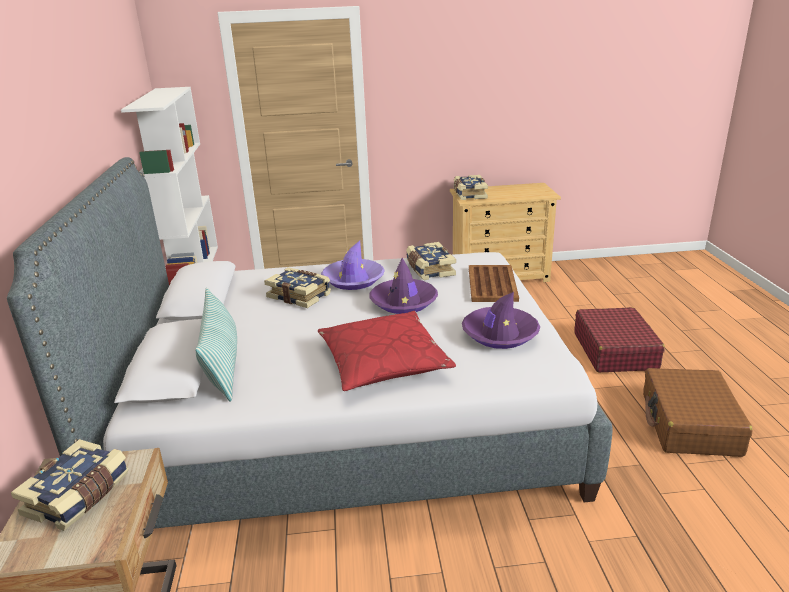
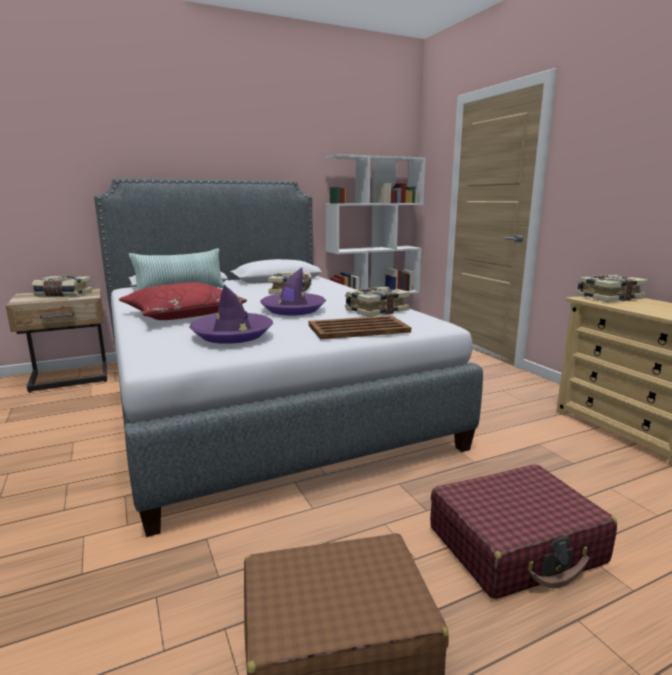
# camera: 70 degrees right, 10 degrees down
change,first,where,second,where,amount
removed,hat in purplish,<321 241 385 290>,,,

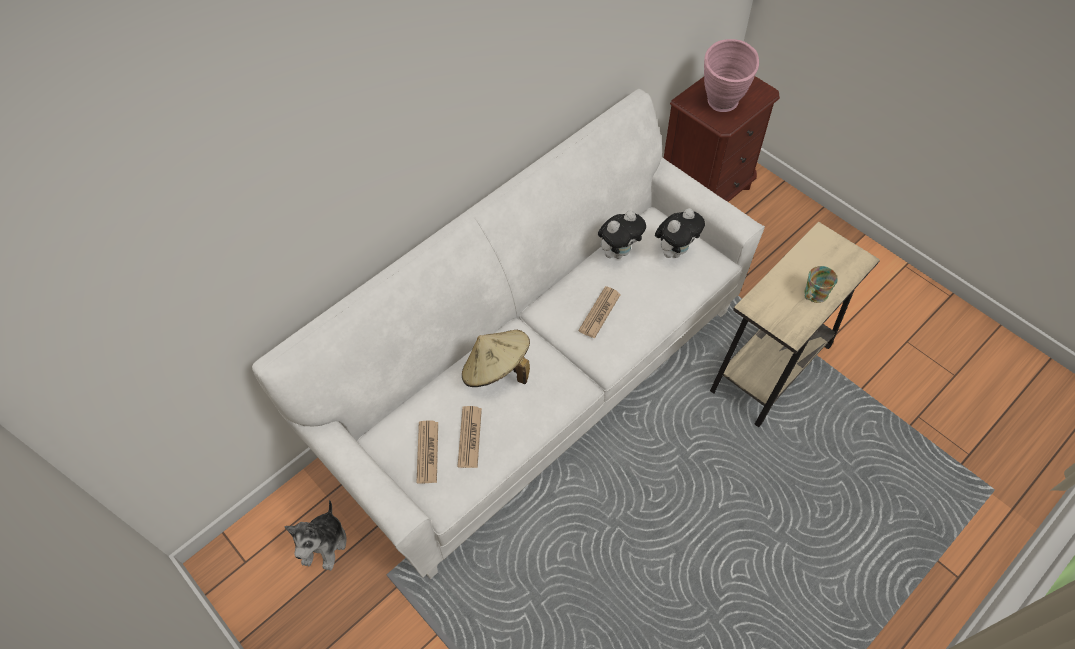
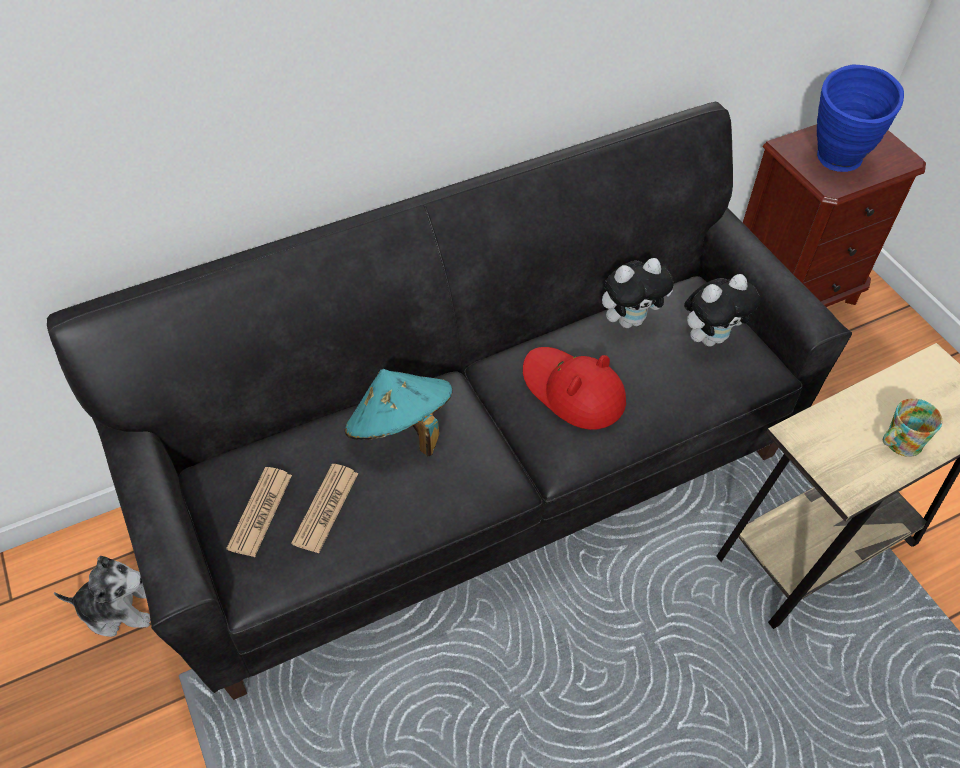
# camera: 15 degrees right, 5 degrees down
change,first,where,second,where,amount
recoloured,couch in white-coloured,<252 89 765 579>,couch in black,<47 102 852 700>,
turned,plush toy,<284 500 346 571>,,<54 556 150 637>,120 degrees counterclockwise
recoloured,hat in sand-coloured,<462 330 530 387>,hat in blue-green,<344 369 453 457>,
replaced,printed paper,<578 286 621 339>,hat in red,<523 347 626 430>,
recoloured,flower vase in pink-coloured,<704 39 759 112>,flower vase in blue-coloured,<817 64 904 172>,

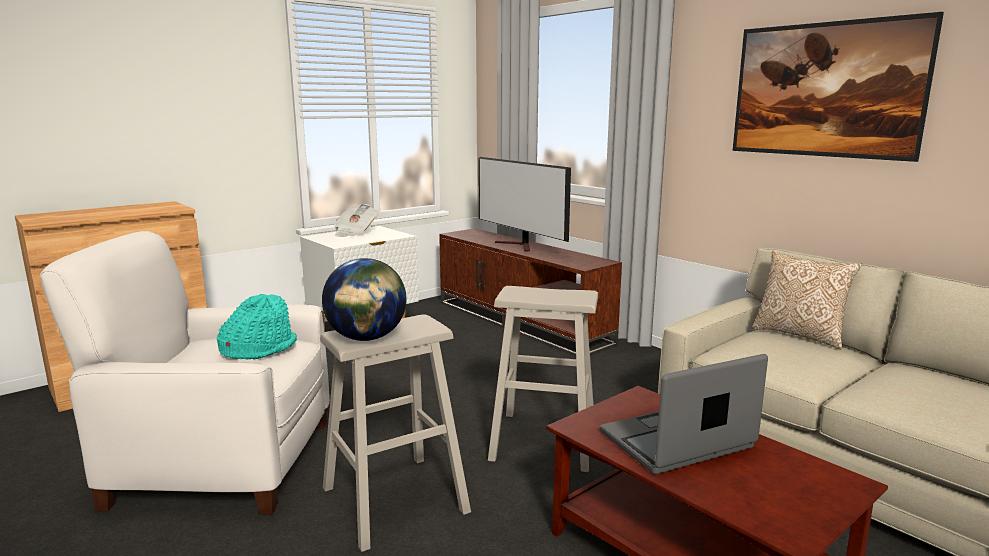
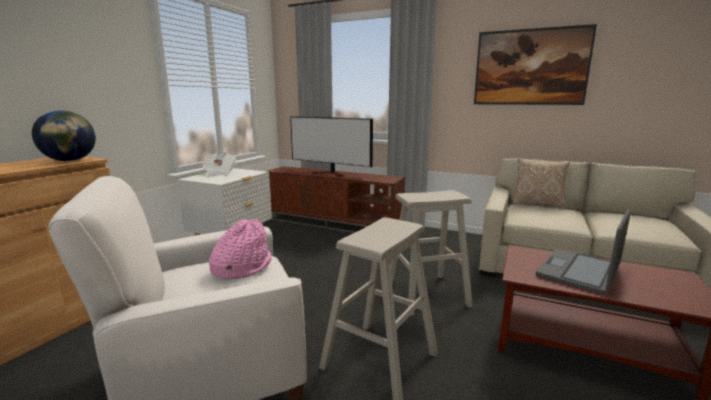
# camera: 25 degrees left, 0 degrees up
change,first,where,second,where,amount
recoloured,hat in blue-green,<217 294 297 359>,hat in pink-coloured,<209 219 272 279>,
moved,desk globe,<322 258 406 341>,,<32 110 96 161>,

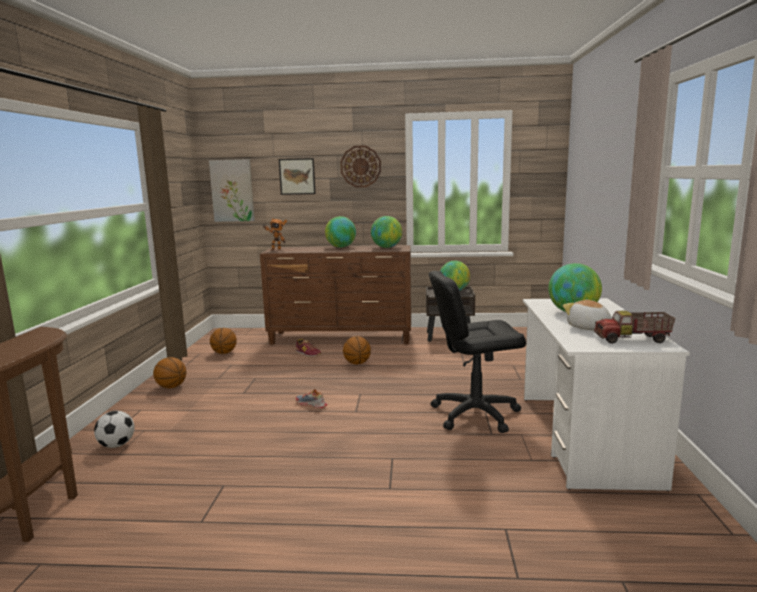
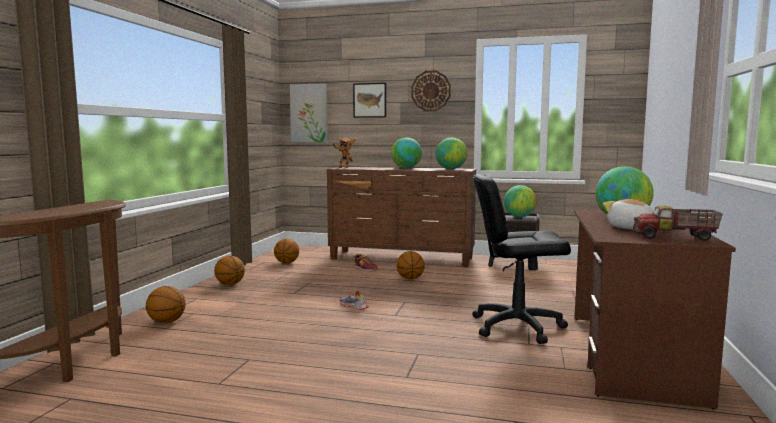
# camera: 10 degrees right, 5 degrees down
change,first,where,second,where,amount
replaced,ball for football,<94 411 135 448>,basketball,<146 286 186 323>,
recoloured,desk unit in white-coloured,<523 298 690 491>,desk unit in brown-coloured,<574 210 736 409>,

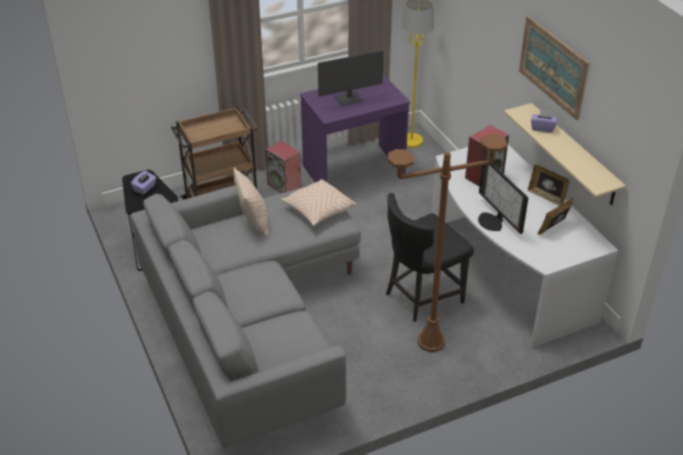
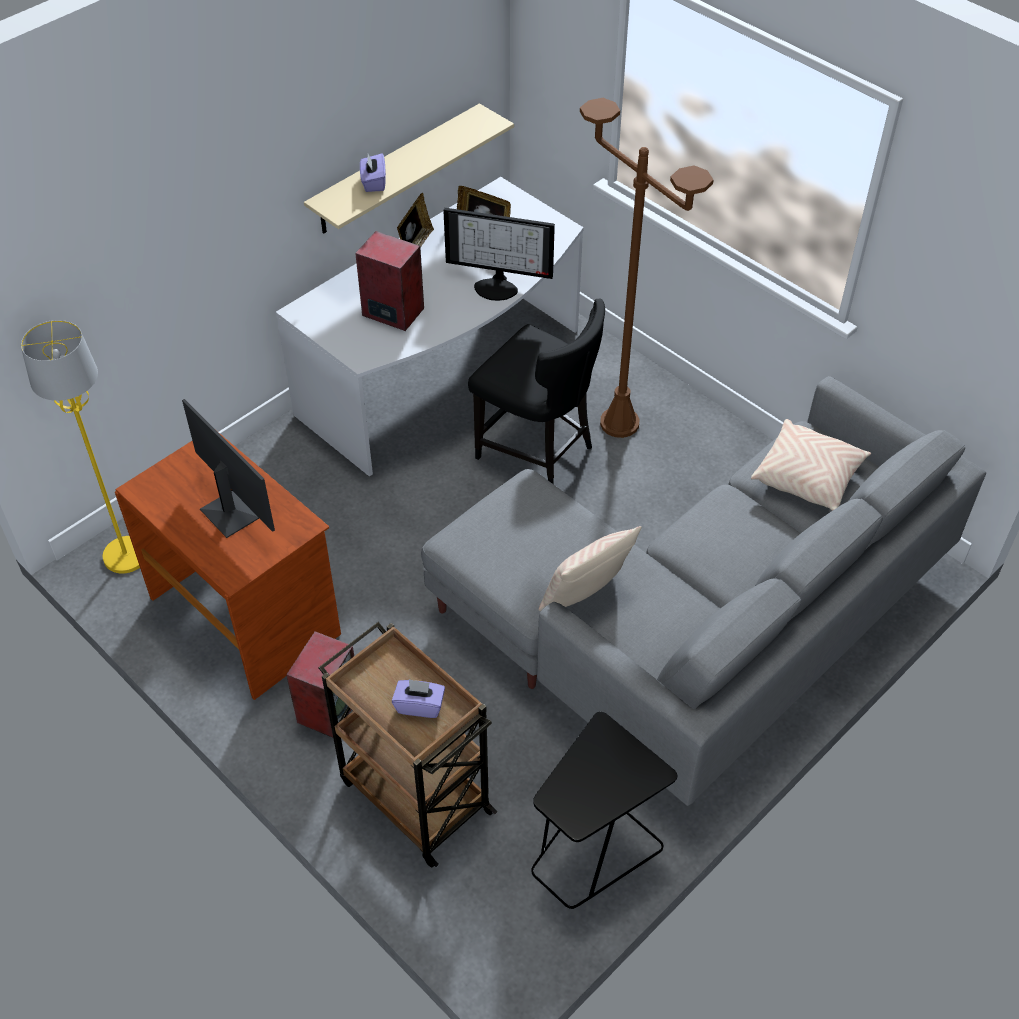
# camera: 110 degrees left, 10 degrees up
change,first,where,second,where,amount
moved,tissue box in purplish,<131 171 156 195>,,<392 679 445 718>,
moved,cushion in sand-coloured,<281 179 357 226>,,<751 419 871 511>,
recoloured,desk unit in purplish,<300 74 410 182>,desk unit in brown-coloured,<115 431 341 700>,
turned,monitor,<478 157 528 234>,,<443 208 555 301>,60 degrees clockwise
removed,wall picture,<519 16 590 120>,,,

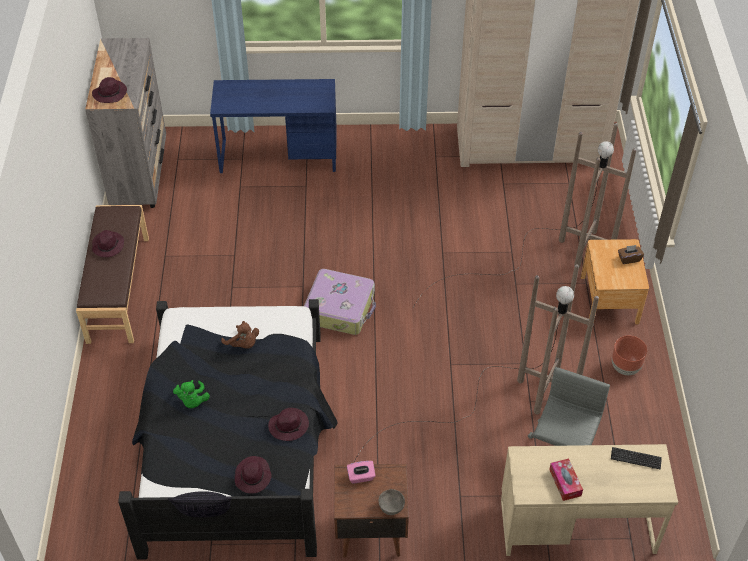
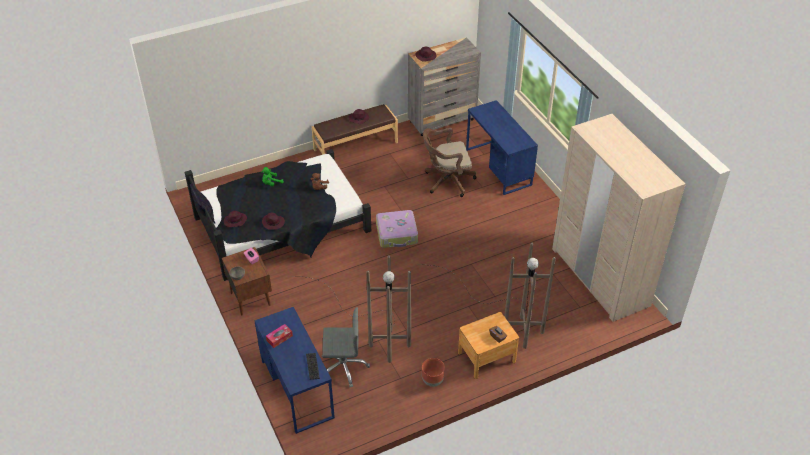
# camera: 65 degrees right, 5 degrees down
change,first,where,second,where,amount
recoloured,desk unit in sand-coloured,<501 444 678 556>,desk unit in blue-coloured,<254 307 335 434>,
added,,,computer chair in brown-coloured,<423 128 476 197>,

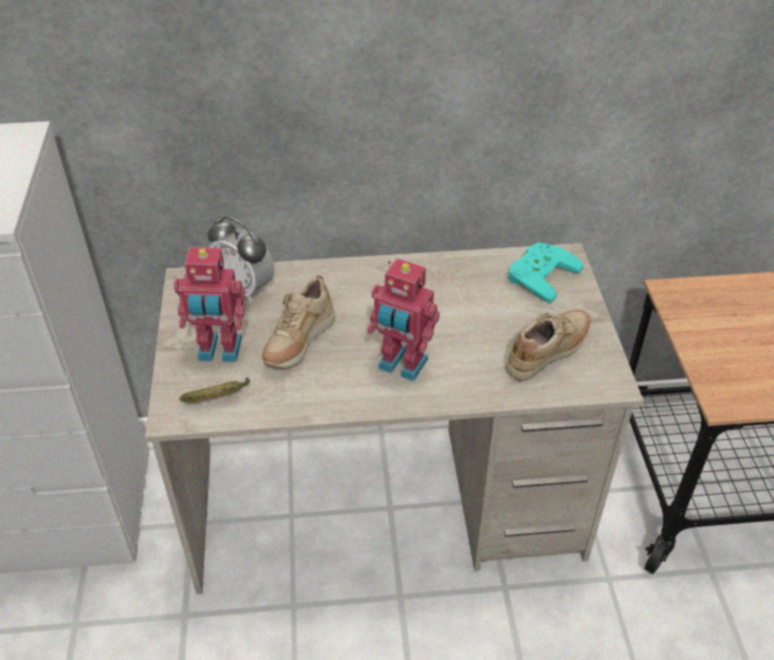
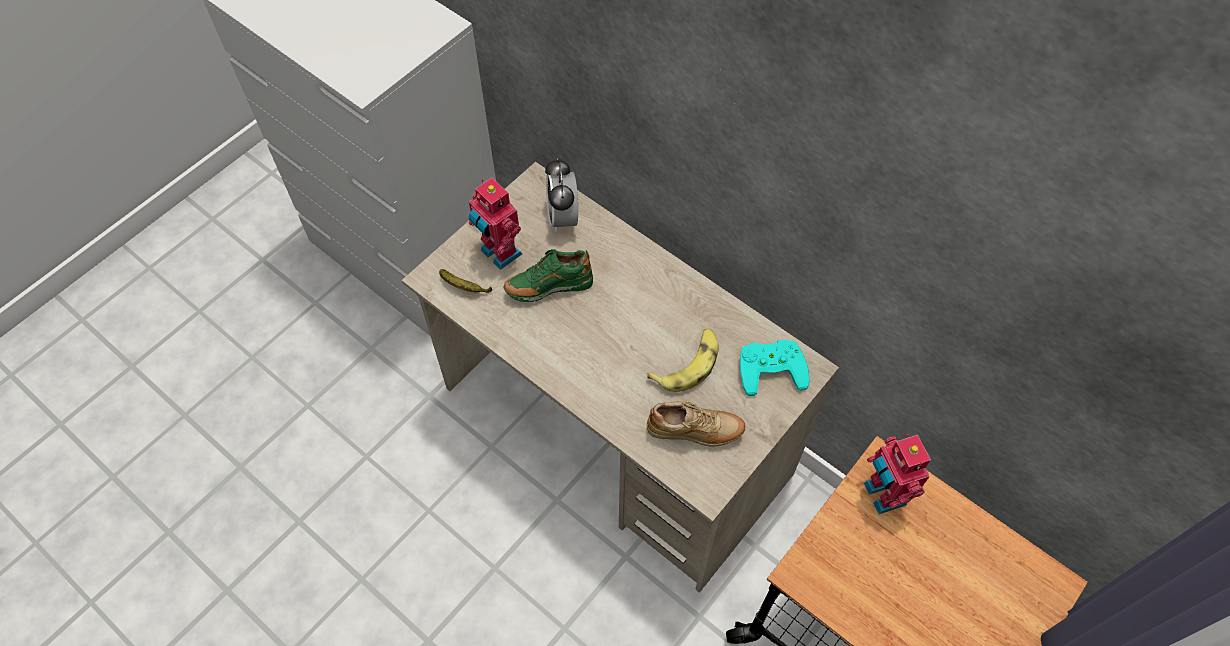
# camera: 45 degrees right, 15 degrees up
change,first,where,second,where,amount
recoloured,shoe in sand-coloured,<262 275 335 368>,shoe in green,<504 249 593 302>,
moved,toy robot,<367 258 440 381>,,<864 434 931 514>,
added,,,whole banana,<647 329 719 392>,

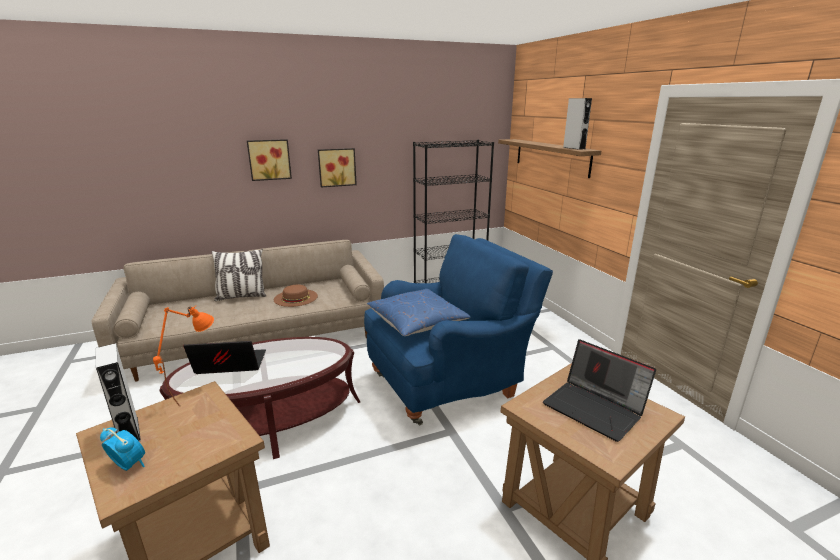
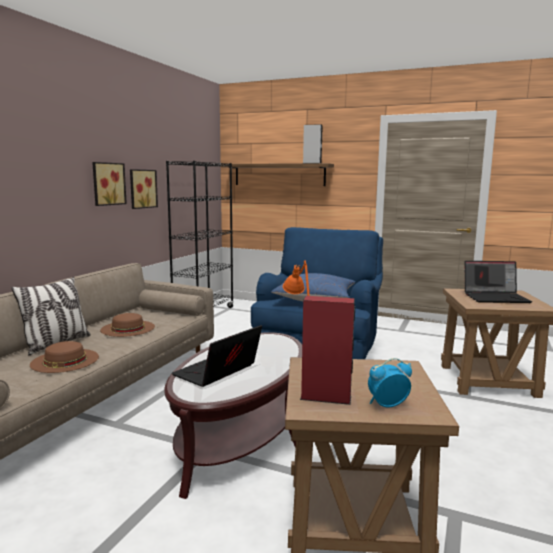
# camera: 45 degrees left, 10 degrees down
change,first,where,second,where,amount
recoloured,audio speaker in gray,<96 343 141 441>,audio speaker in red,<300 296 355 405>,
moved,wall picture,<247 139 292 181>,,<130 169 158 209>,
added,,,hat in brown-coloured,<30 341 99 373>,

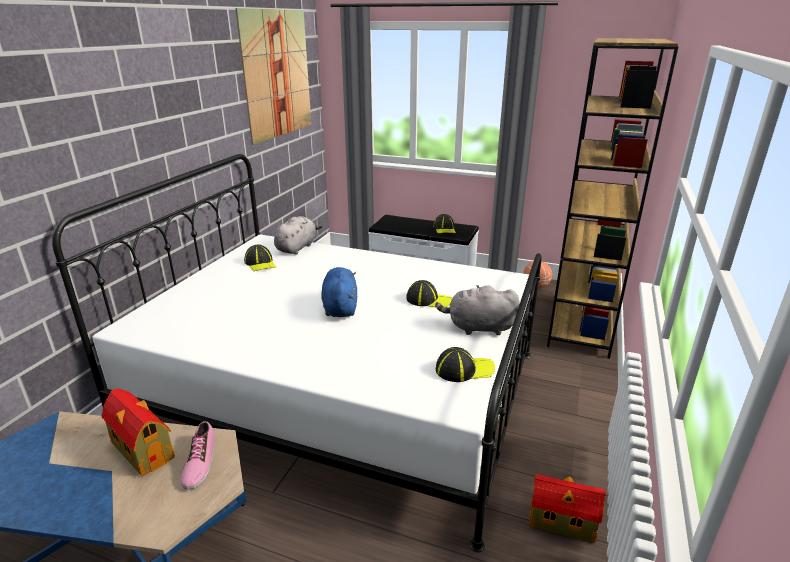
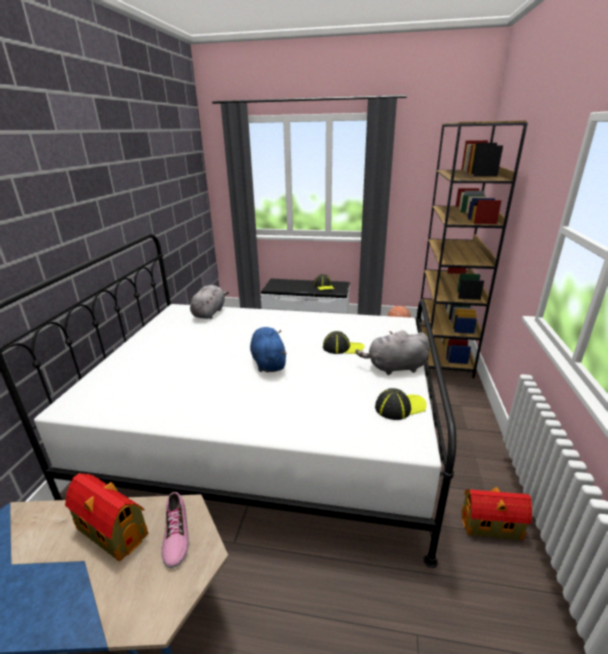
# camera: 10 degrees left, 0 degrees up
change,first,where,second,where,amount
removed,wall picture,<235 8 311 145>,,,
removed,peaked cap,<244 245 276 271>,,,

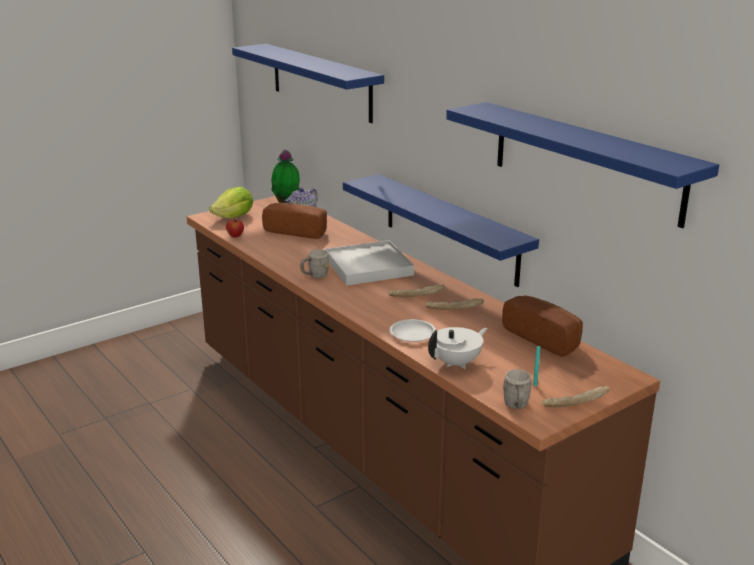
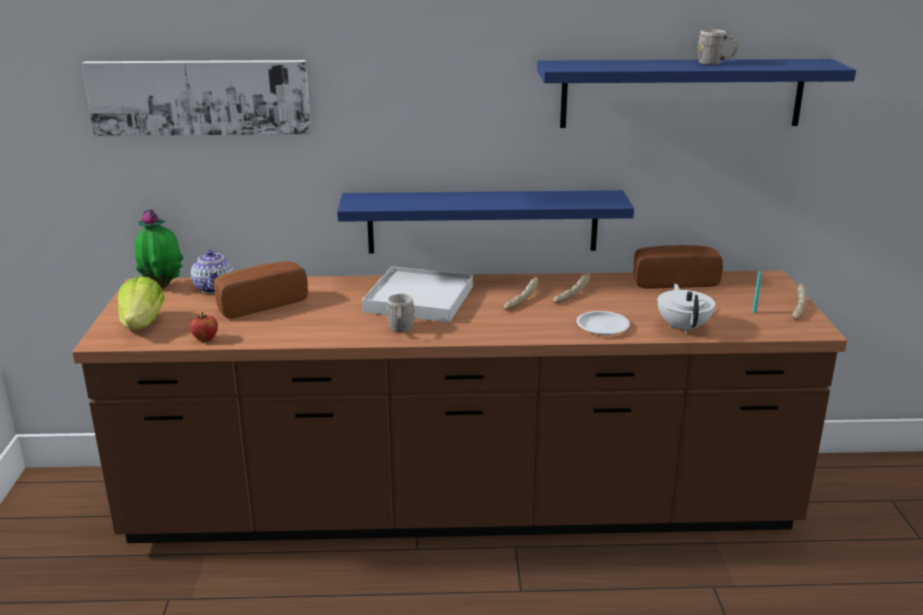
# camera: 55 degrees left, 0 degrees up
change,first,where,second,where,amount
replaced,shelf in blue-coloured,<232 44 384 123>,wall picture,<82 60 311 136>,
moved,tea mug in gray,<503 369 531 409>,,<698 29 738 65>,

